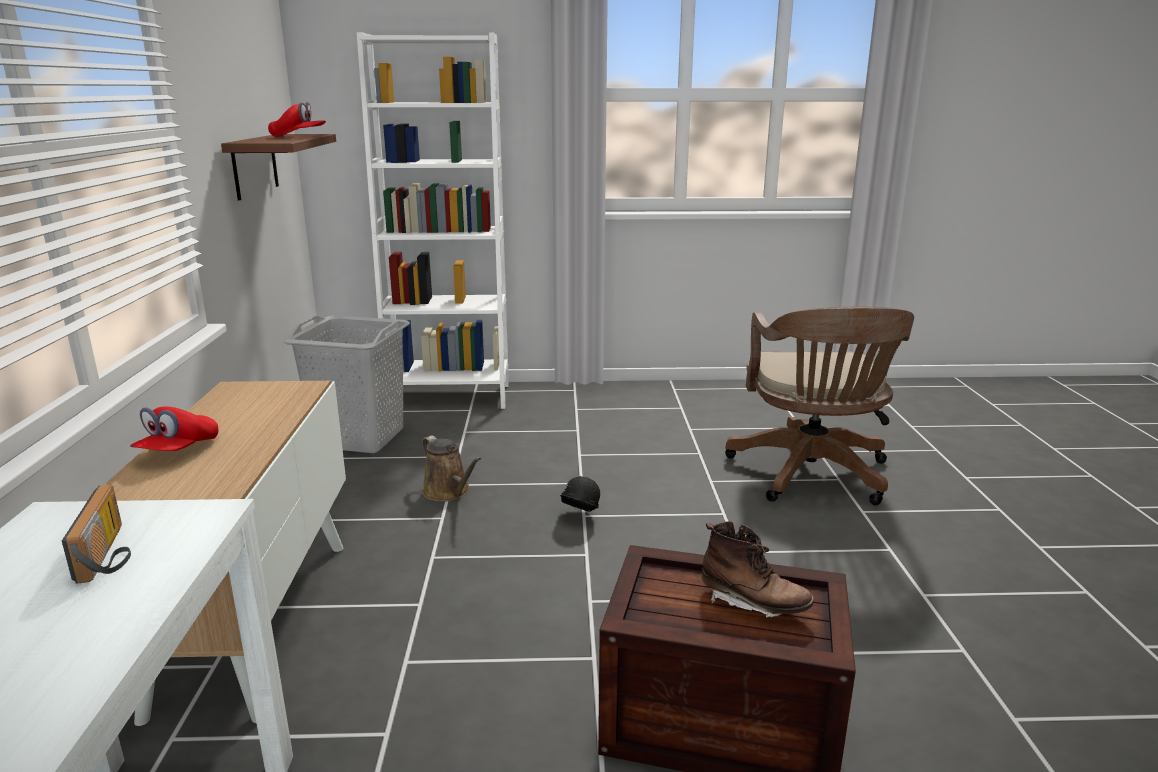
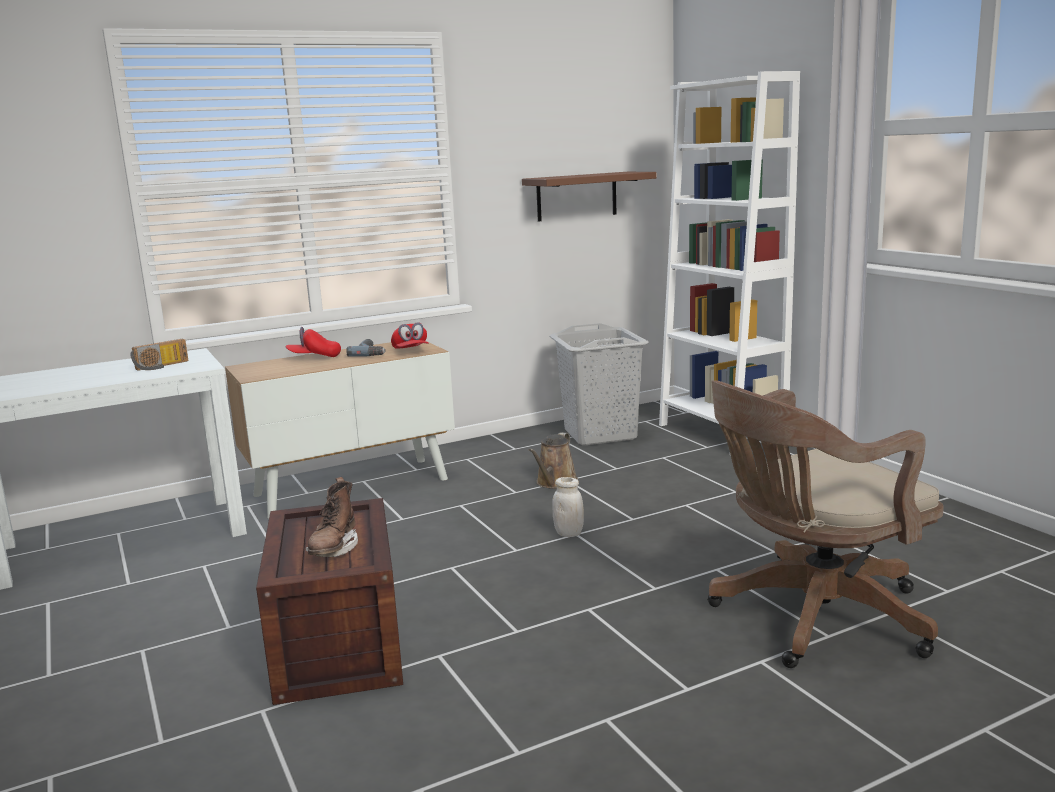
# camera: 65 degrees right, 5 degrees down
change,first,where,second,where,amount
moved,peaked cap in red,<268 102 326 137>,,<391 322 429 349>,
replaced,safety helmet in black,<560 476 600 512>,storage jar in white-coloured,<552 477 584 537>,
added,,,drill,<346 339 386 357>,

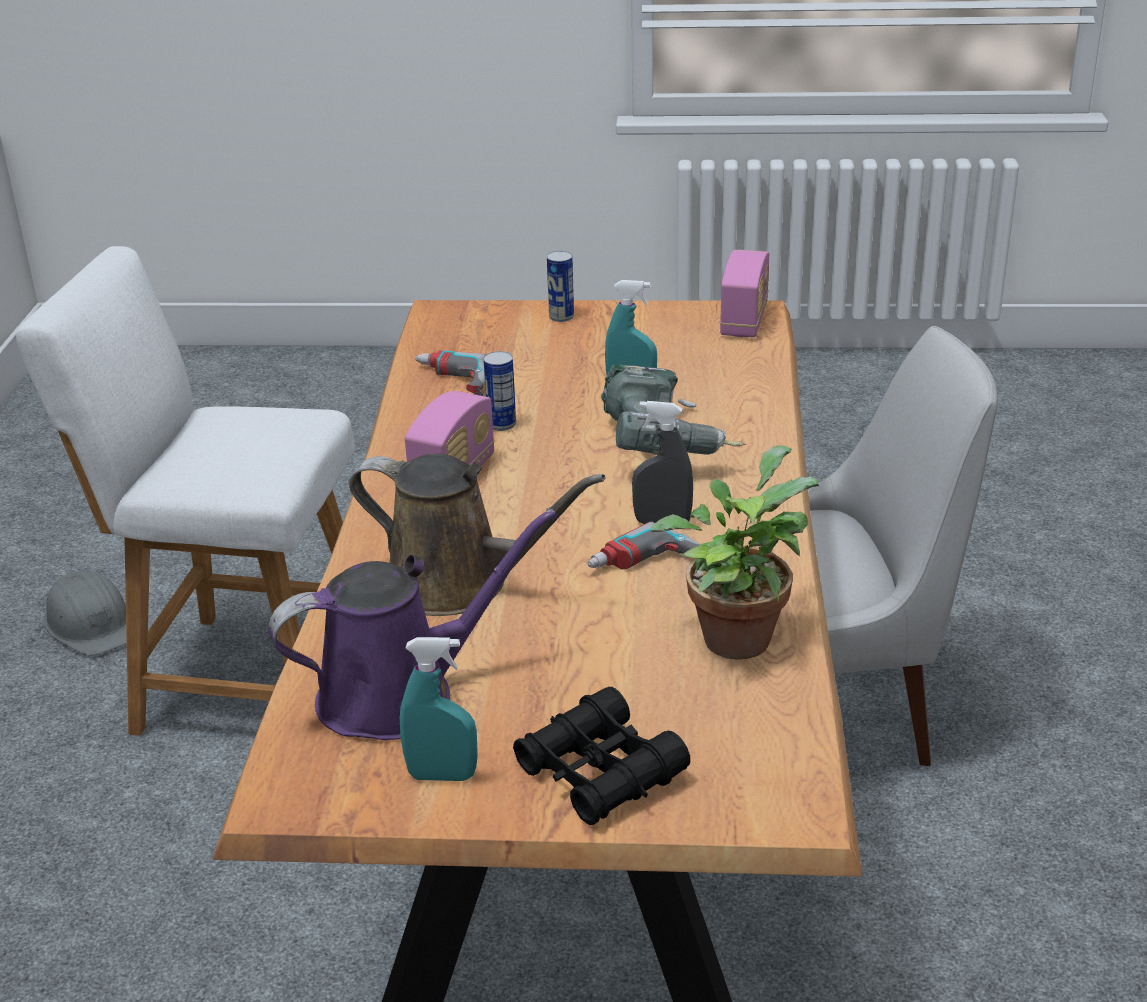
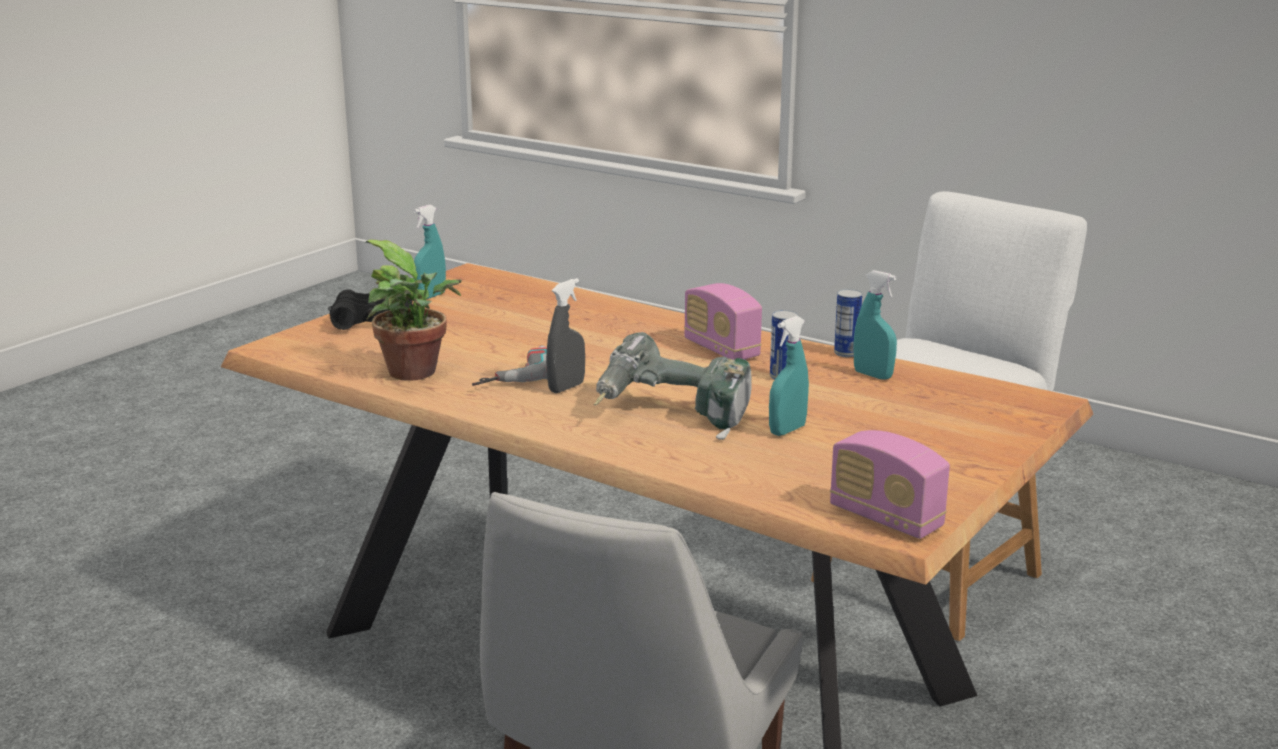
# camera: 120 degrees right, 10 degrees down
change,first,where,second,where,amount
removed,safety helmet in gray,<44 570 127 656>,,,
removed,sprinkling can in purplish,<269 509 556 740>,,,
removed,sprinkling can in brown-coloured,<349 454 605 616>,,,
replaced,drill,<415 350 485 396>,spray bottle in blue-green,<853 270 897 380>,
moved,can,<547 251 574 322>,,<834 289 862 357>,

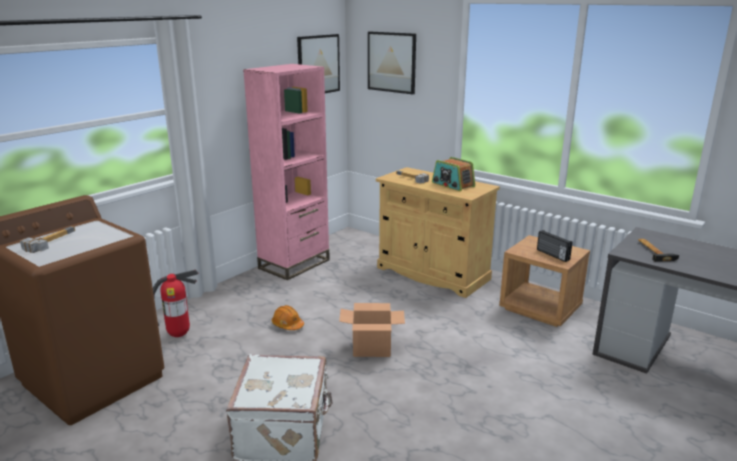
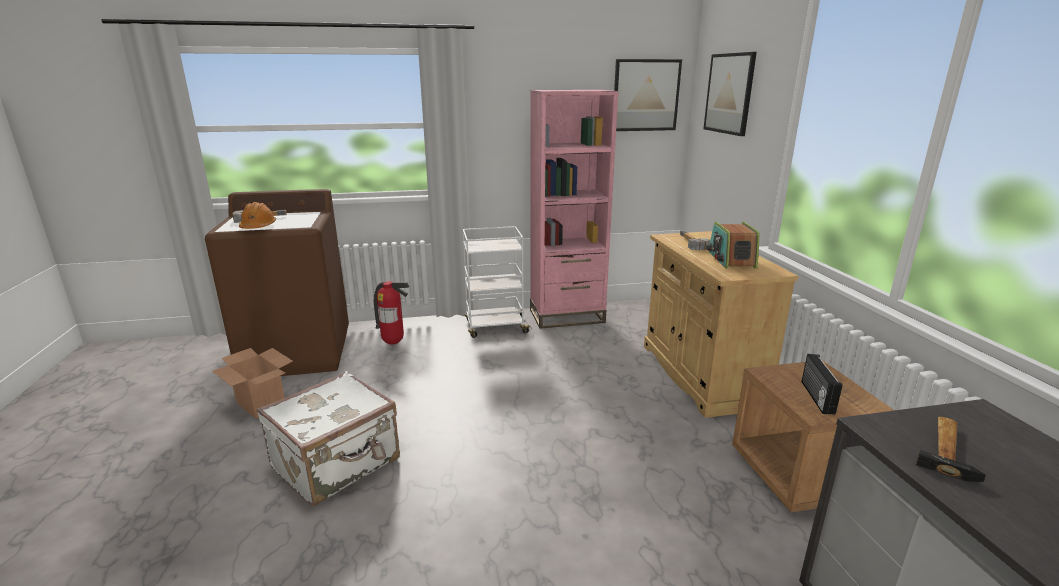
# camera: 40 degrees right, 0 degrees up
change,first,where,second,where,amount
moved,safety helmet in orange,<272 305 304 330>,,<239 202 276 229>,
moved,cardboard box,<339 303 405 357>,,<212 348 293 419>,
added,,,trolley in white-coloured,<462 226 532 338>,

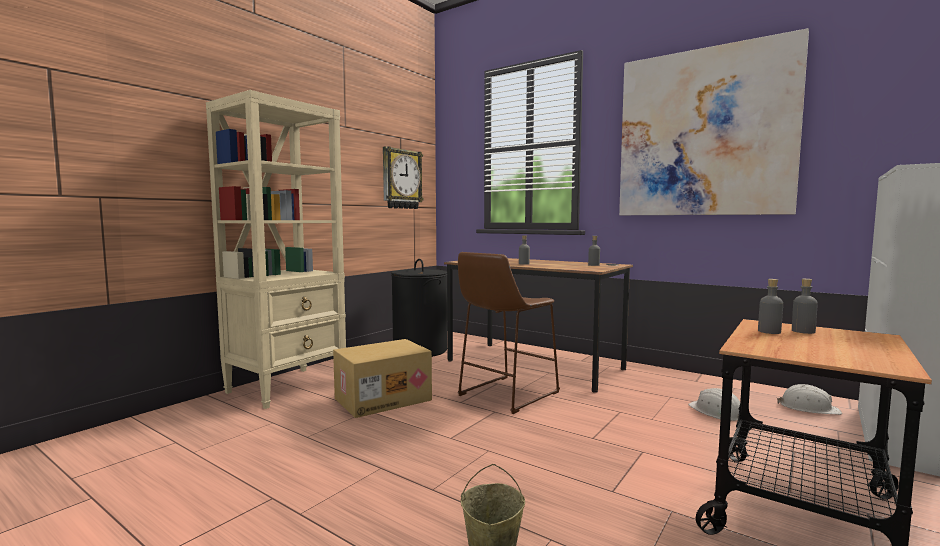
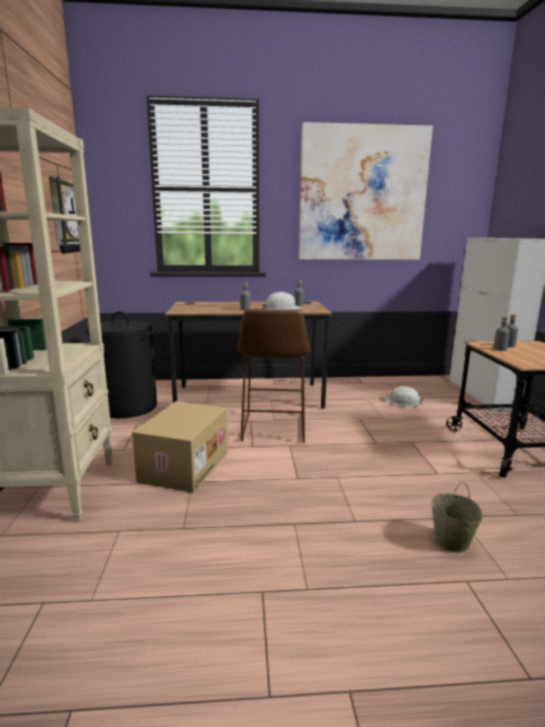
# camera: 40 degrees left, 10 degrees up
change,first,where,second,where,amount
moved,safety helmet in white-coloured,<777 384 842 415>,,<262 292 302 310>,

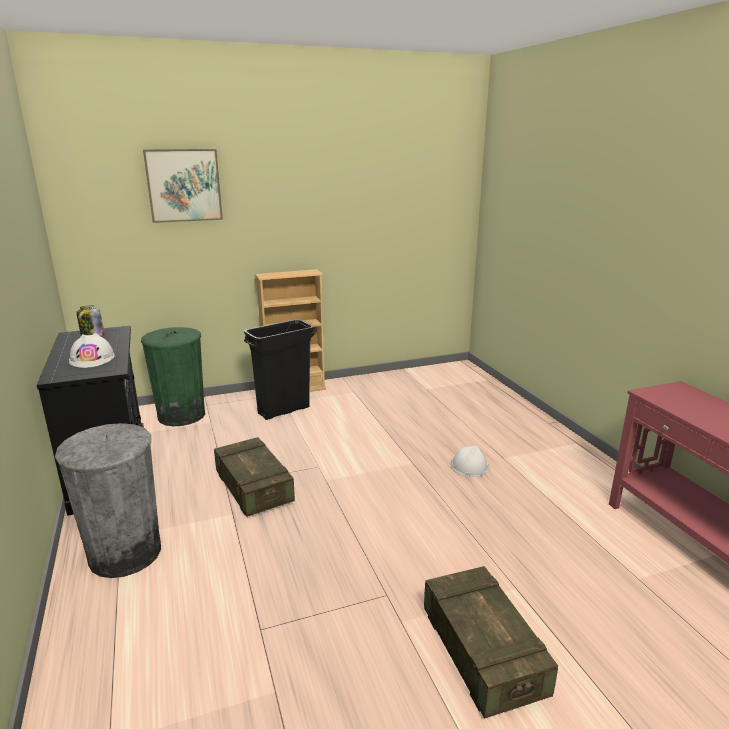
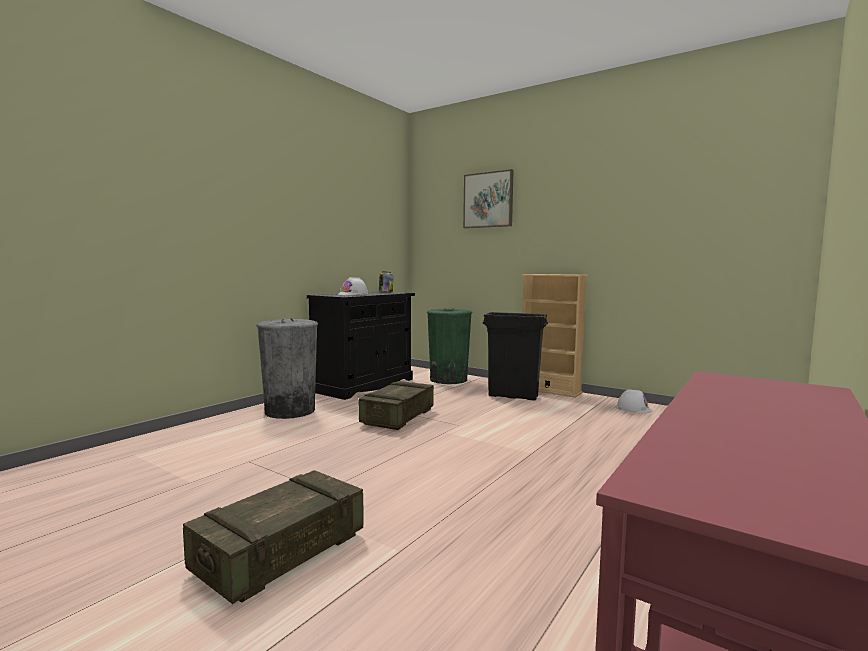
# camera: 55 degrees right, 15 degrees down
change,first,where,second,where,amount
moved,safety helmet in white-coloured,<452 446 490 477>,,<616 389 653 413>,

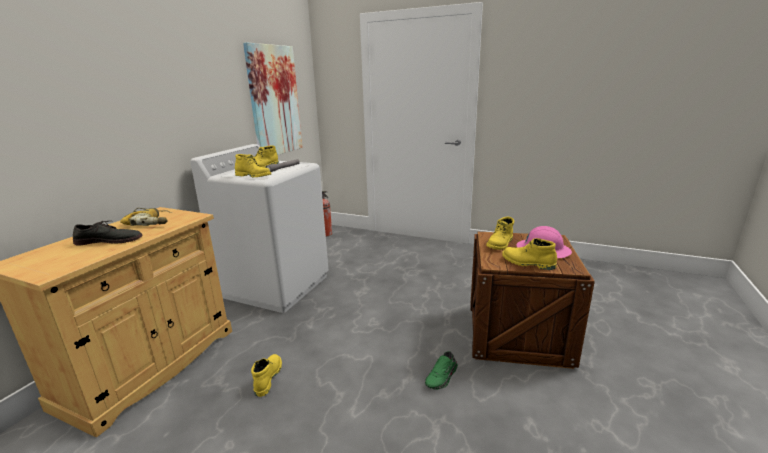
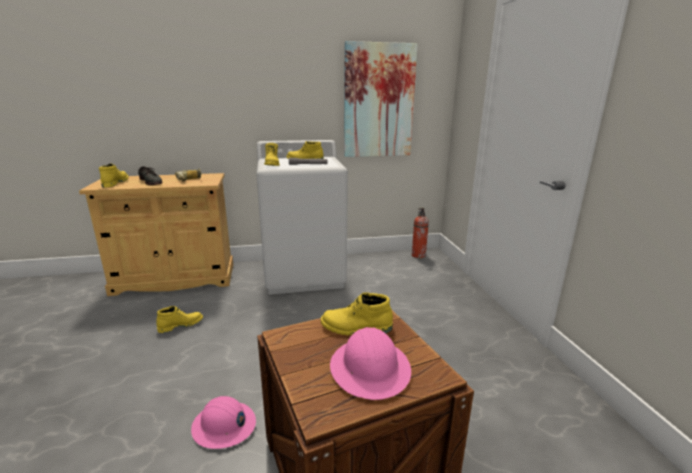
# camera: 55 degrees right, 0 degrees up
change,first,where,second,where,amount
replaced,shoe in green,<425 351 458 390>,safety helmet in pink-coloured,<191 396 256 449>,
moved,high-top boot in yellow-coloured,<502 238 557 270>,,<99 164 129 188>,

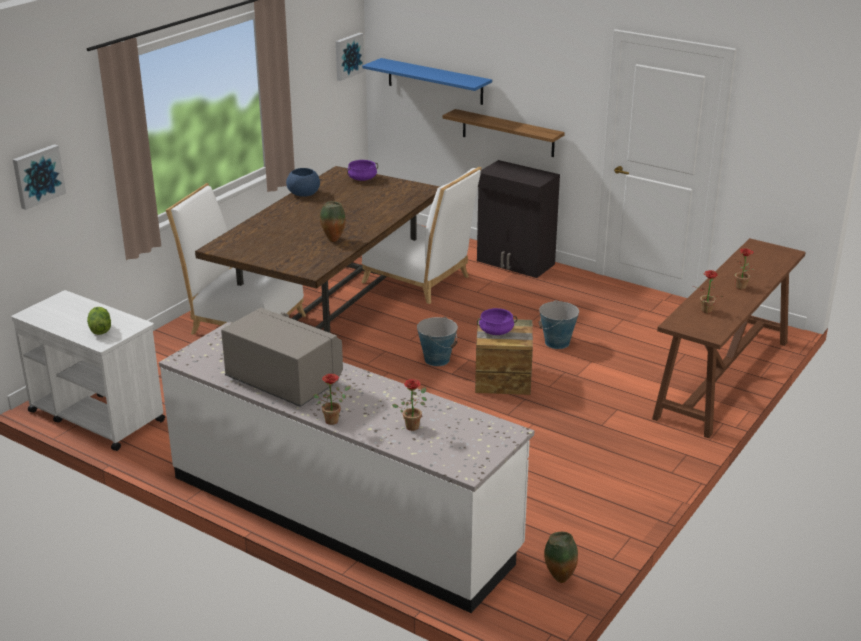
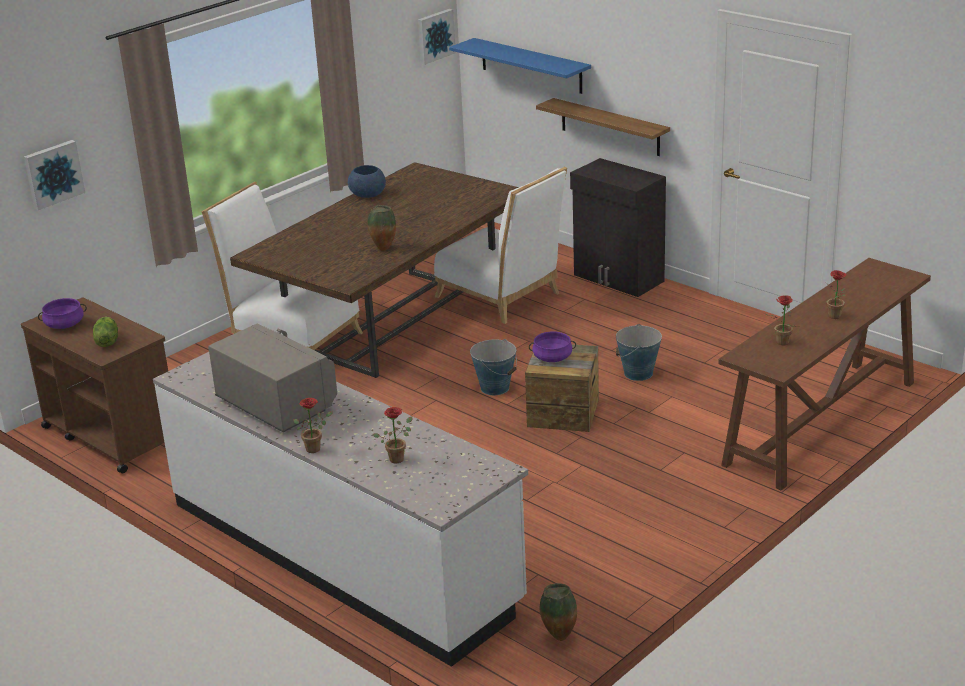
# camera: 10 degrees right, 0 degrees up
change,first,where,second,where,amount
recoloured,trolley in white-coloured,<11 290 165 451>,trolley in brown-coloured,<21 297 168 473>,
moved,cooking pot in purplish,<347 160 378 181>,,<38 298 87 329>,

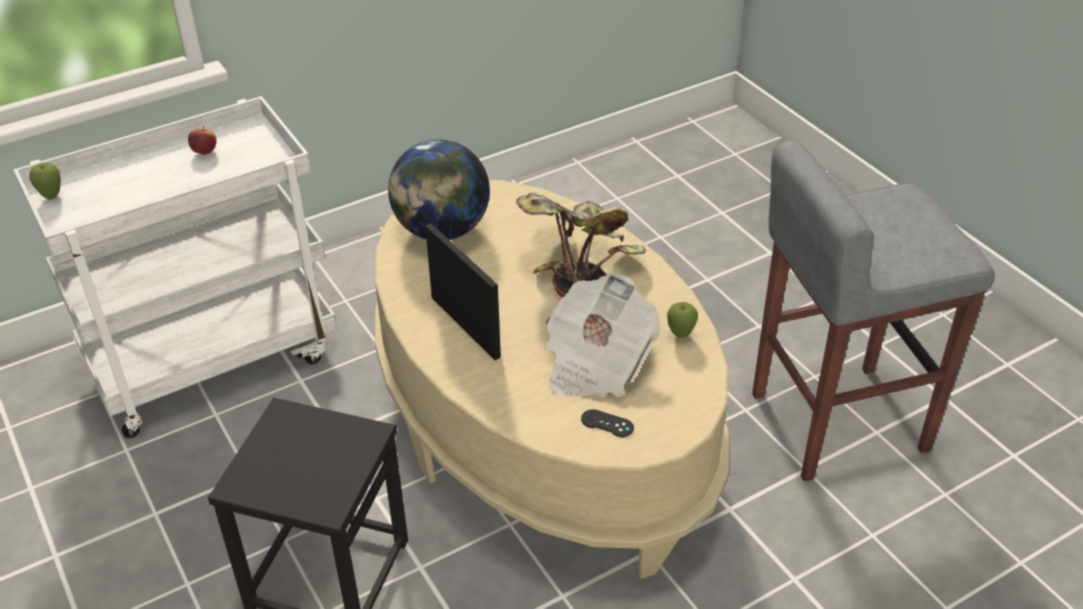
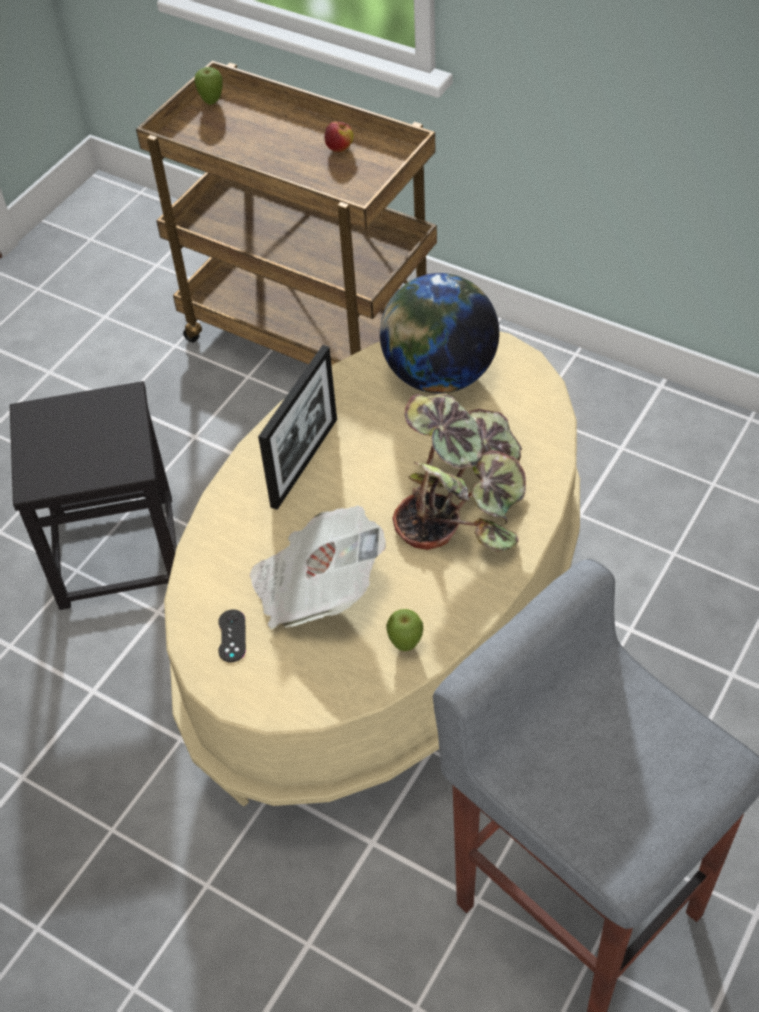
# camera: 65 degrees right, 10 degrees up
change,first,where,second,where,amount
recoloured,trolley in white-coloured,<13 96 337 438>,trolley in brown-coloured,<136 61 437 365>,

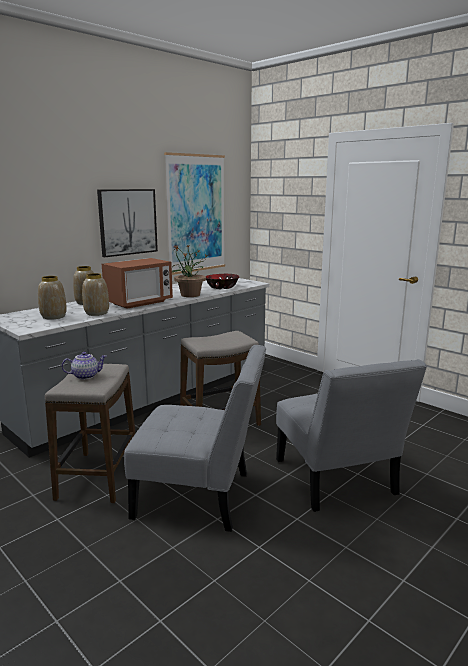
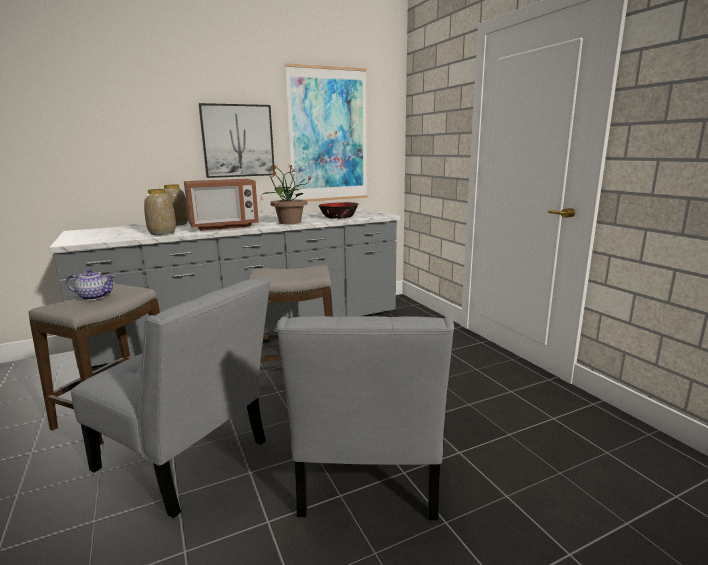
# camera: 20 degrees right, 0 degrees up
change,first,where,second,where,amount
removed,flower vase,<38 276 67 320>,,,

